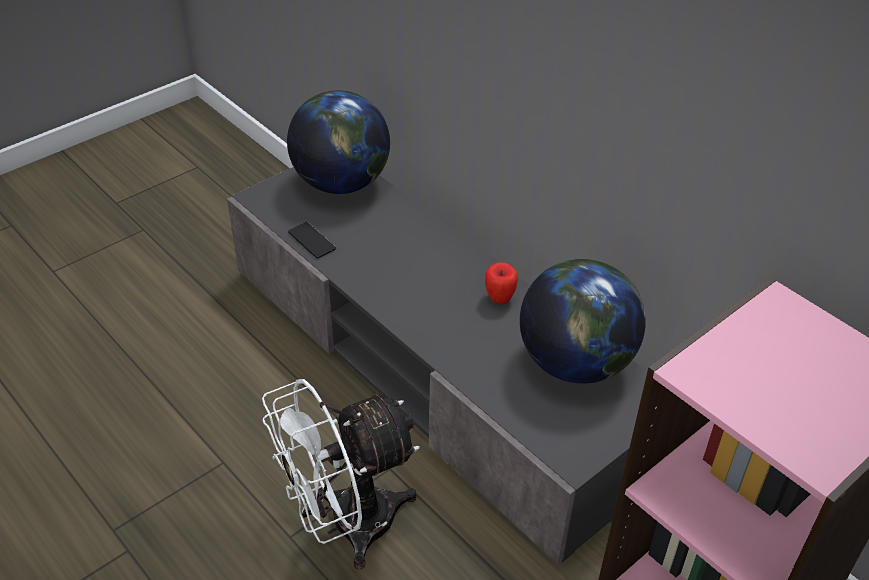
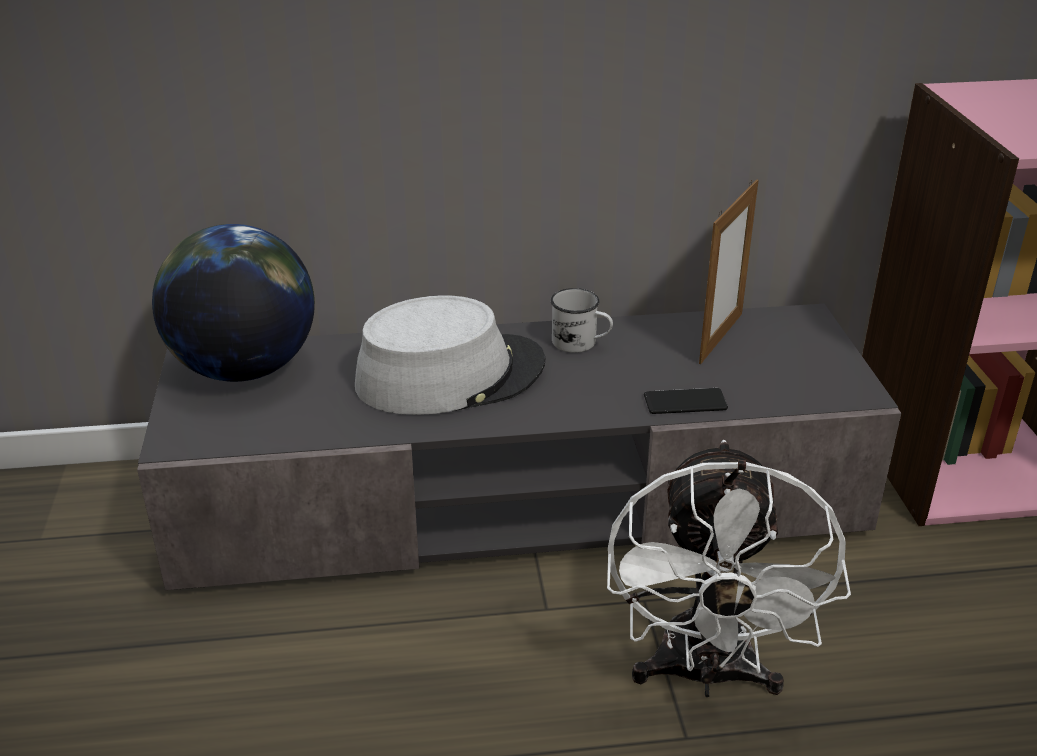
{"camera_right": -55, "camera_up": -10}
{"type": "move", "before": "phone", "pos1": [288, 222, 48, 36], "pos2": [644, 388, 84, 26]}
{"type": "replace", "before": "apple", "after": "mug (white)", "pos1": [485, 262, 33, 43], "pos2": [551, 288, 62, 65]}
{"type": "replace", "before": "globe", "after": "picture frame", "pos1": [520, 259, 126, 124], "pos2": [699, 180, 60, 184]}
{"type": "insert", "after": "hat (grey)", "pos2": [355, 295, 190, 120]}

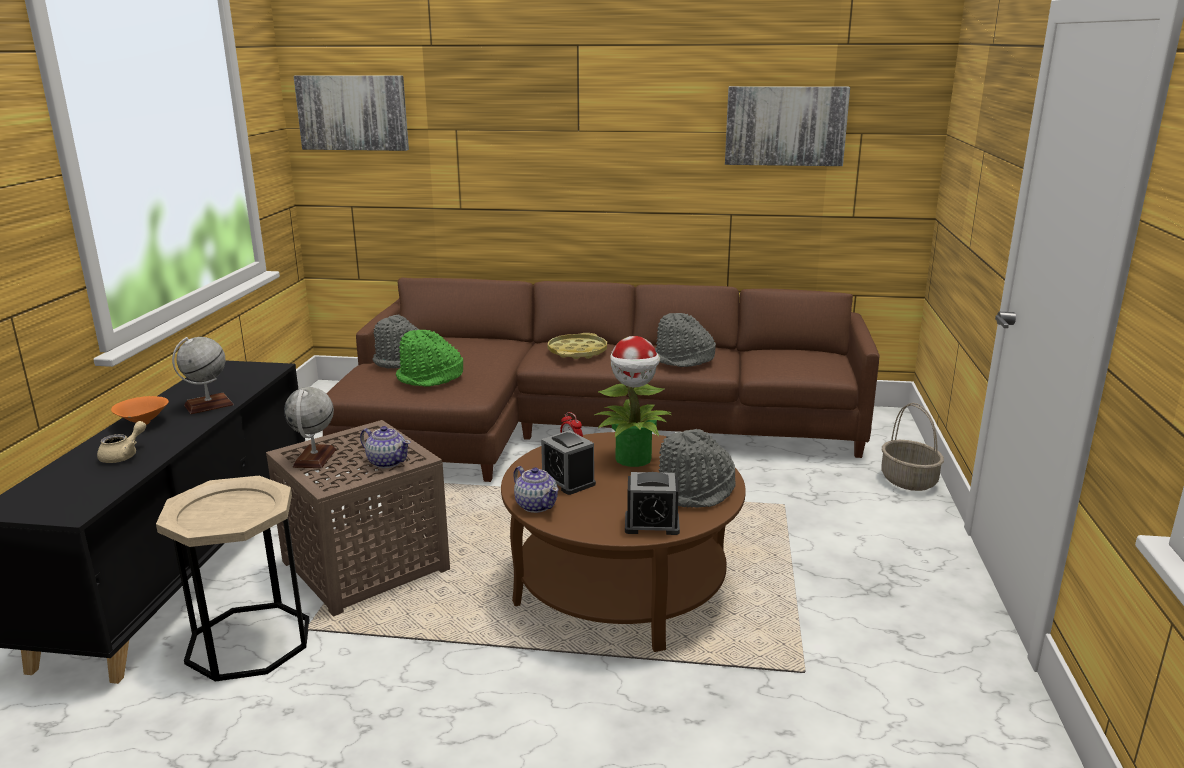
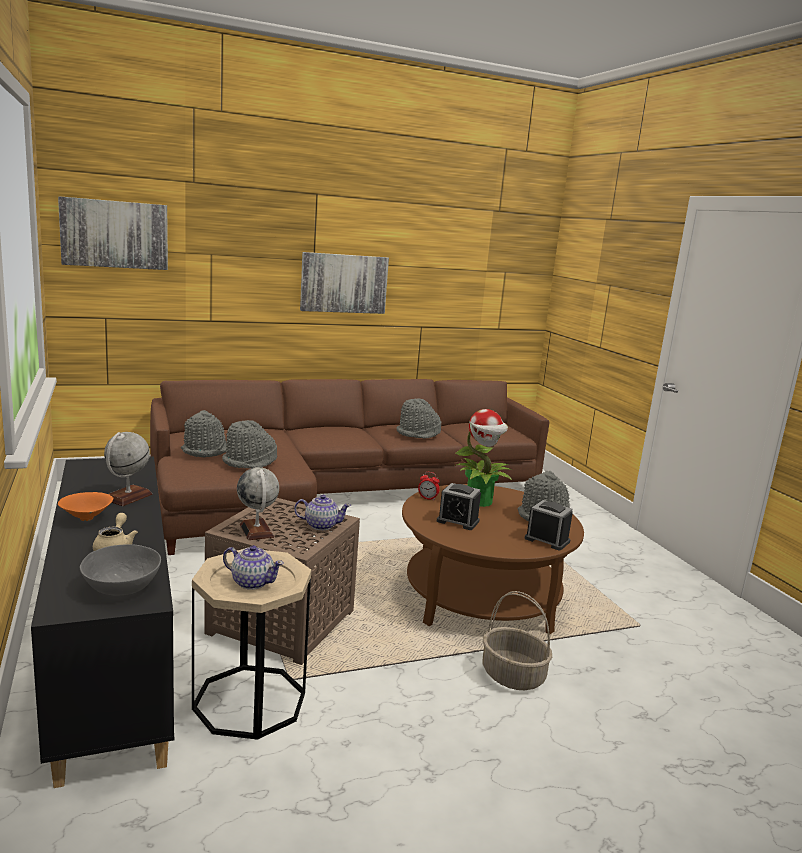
{"camera_right": -30, "camera_up": -5}
{"type": "recolor", "before": "hat (green)", "after": "hat (grey)", "pos1": [396, 330, 67, 57], "pos2": [222, 420, 55, 49]}
{"type": "move", "before": "teapot", "pos1": [513, 466, 46, 47], "pos2": [223, 545, 61, 45]}
{"type": "delete", "before": "tray (yellow)", "pos1": [548, 333, 59, 26]}
{"type": "rotate", "before": "alarm clock", "pos1": [625, 472, 55, 63], "pos2": [525, 500, 48, 51], "turn": -120}
{"type": "move", "before": "picture", "pos1": [725, 86, 125, 80], "pos2": [300, 252, 89, 62]}
{"type": "move", "before": "basket", "pos1": [881, 403, 63, 88], "pos2": [482, 591, 70, 99]}
{"type": "insert", "after": "bowl (grey)", "pos2": [80, 544, 81, 52]}

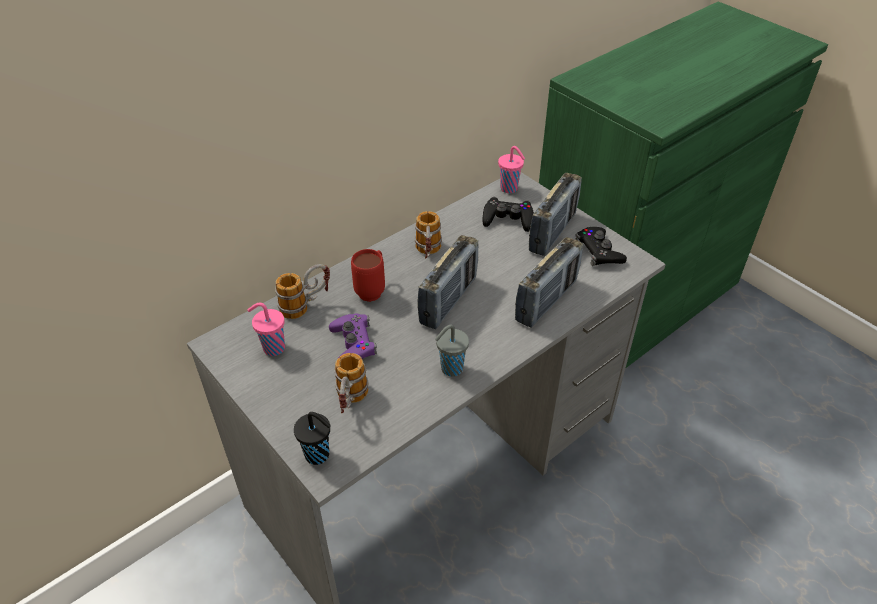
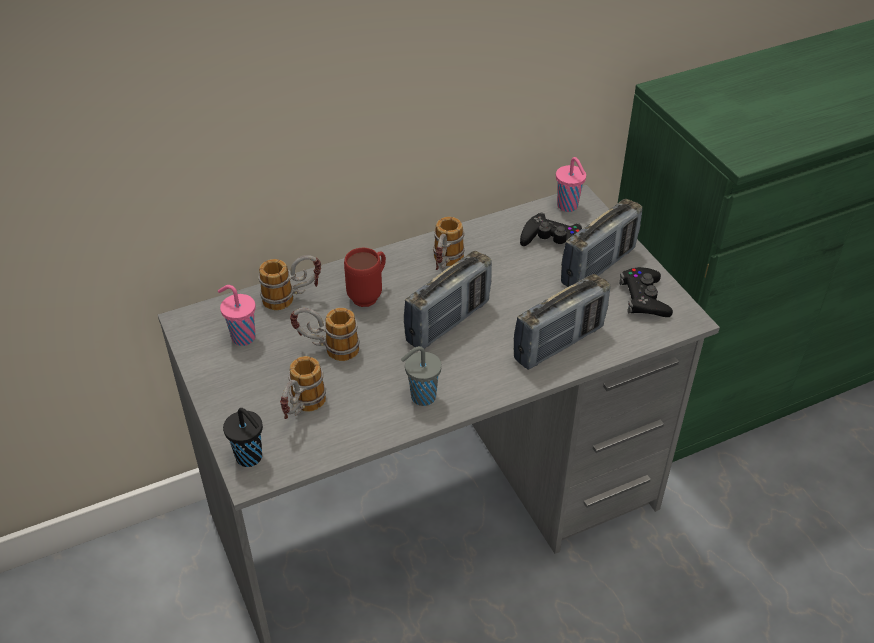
{"camera_right": 15, "camera_up": 0}
{"type": "replace", "before": "game controller (purple)", "after": "mug", "pos1": [329, 313, 48, 46], "pos2": [290, 308, 70, 53]}

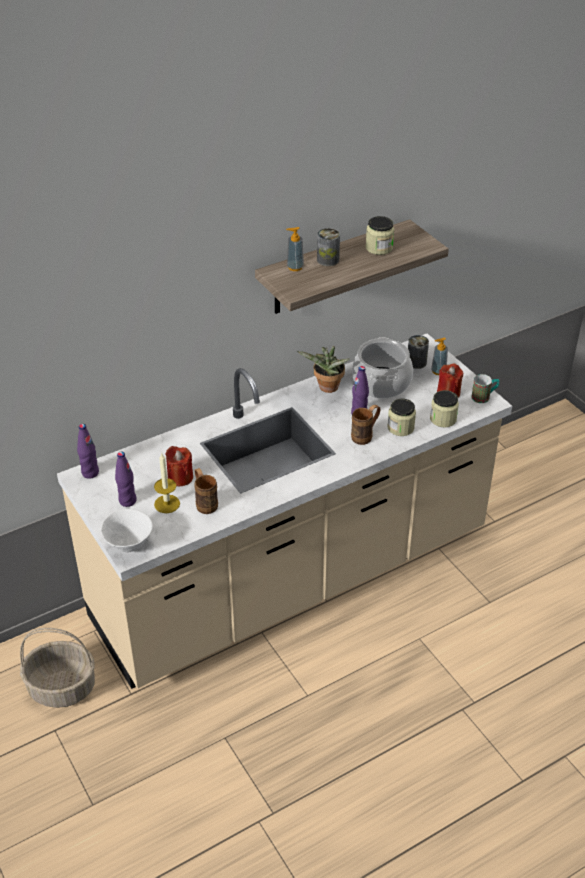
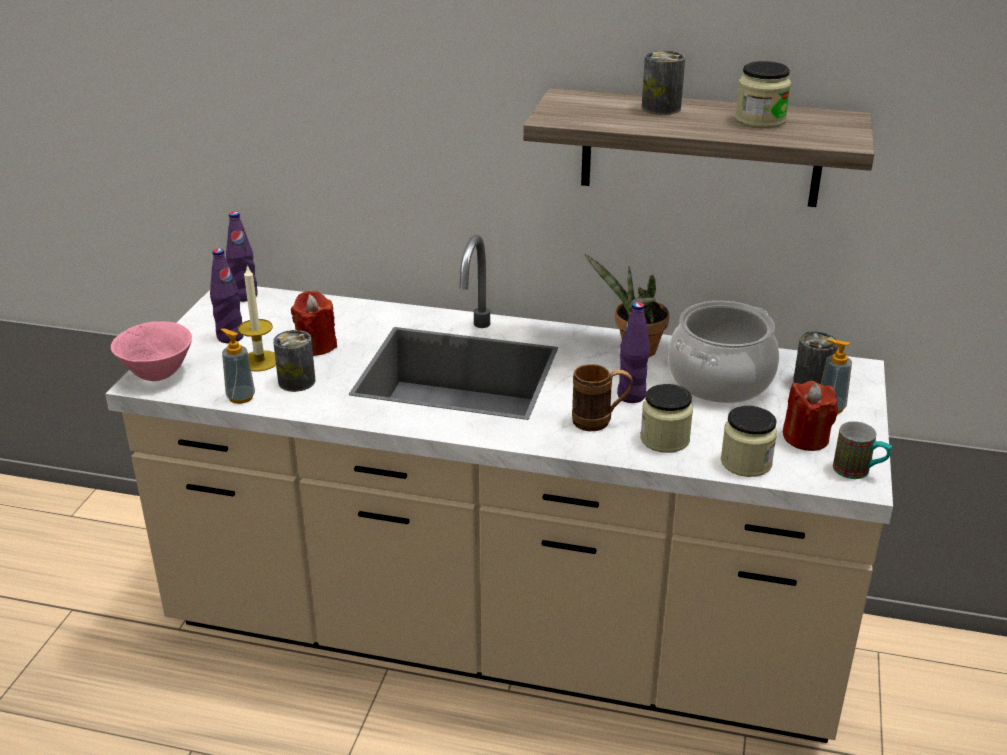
{"camera_right": 45, "camera_up": -10}
{"type": "delete", "before": "basket", "pos1": [20, 628, 75, 80]}
{"type": "recolor", "before": "bowl (white)", "after": "bowl (pink)", "pos1": [101, 509, 52, 43], "pos2": [111, 321, 81, 60]}
{"type": "replace", "before": "mug (brown)", "after": "can", "pos1": [194, 468, 24, 46], "pos2": [273, 330, 42, 62]}
{"type": "move", "before": "soap dispenser", "pos1": [286, 227, 18, 44], "pos2": [220, 328, 35, 76]}

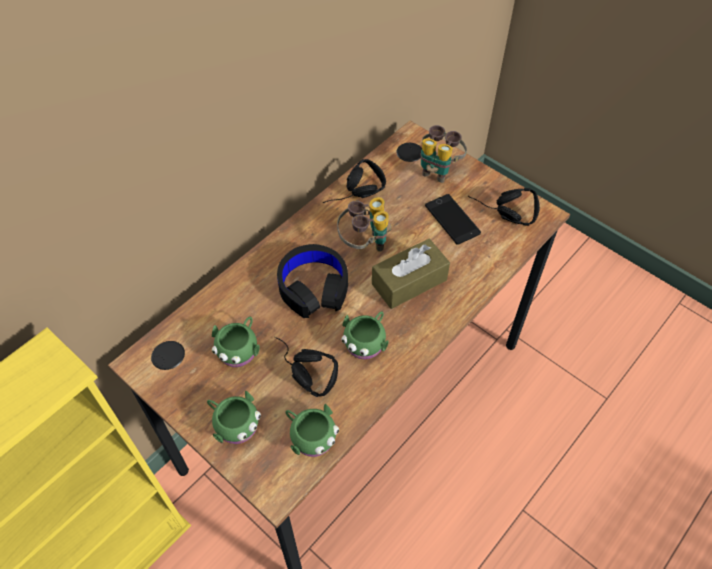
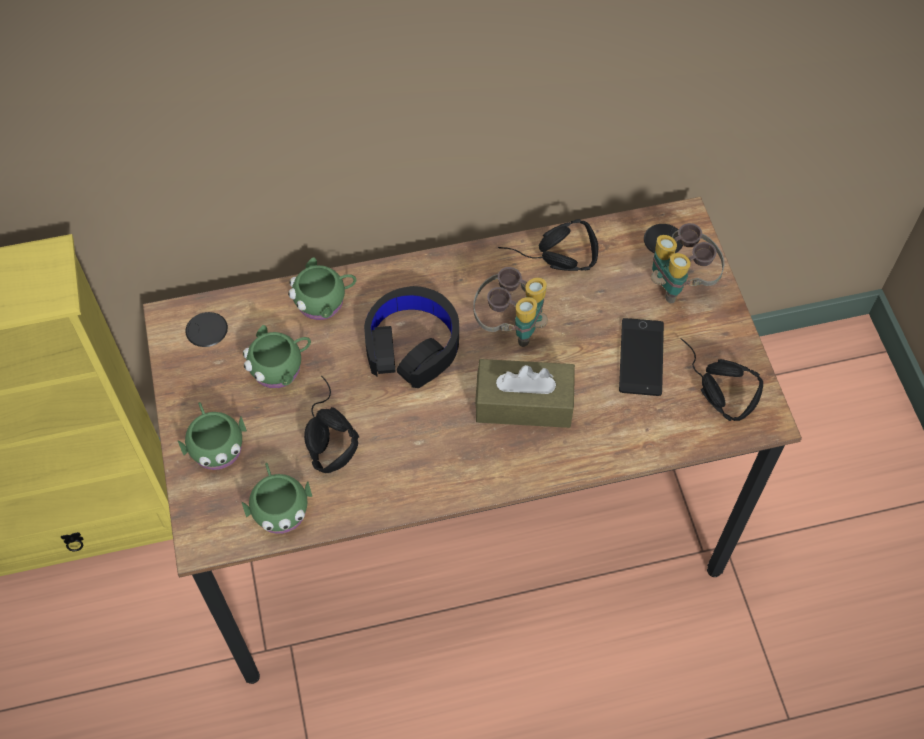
{"camera_right": 35, "camera_up": 5}
{"type": "move", "before": "mug (green)", "pos1": [341, 311, 48, 48], "pos2": [288, 257, 68, 63]}

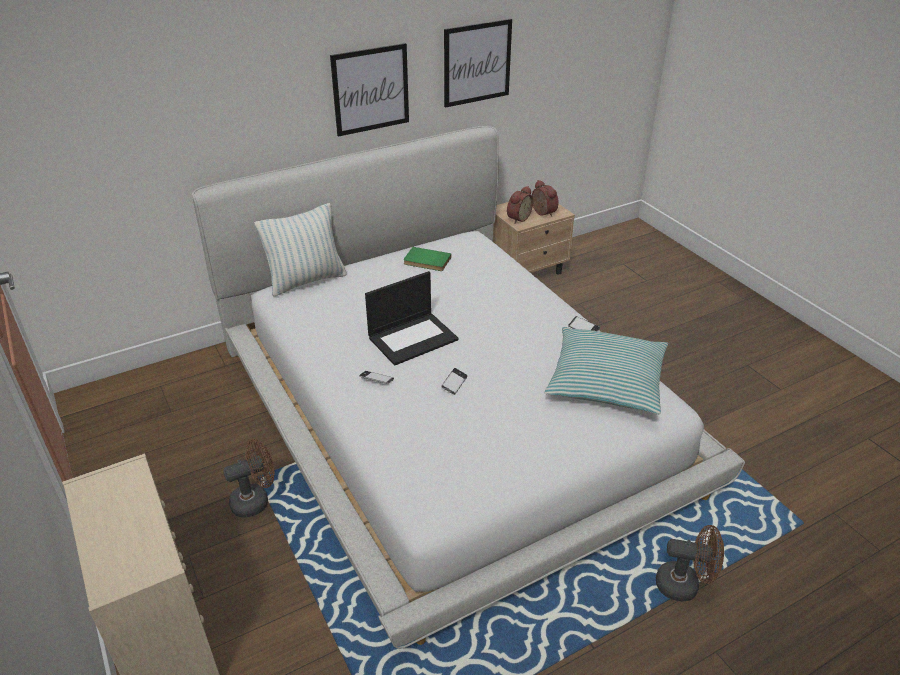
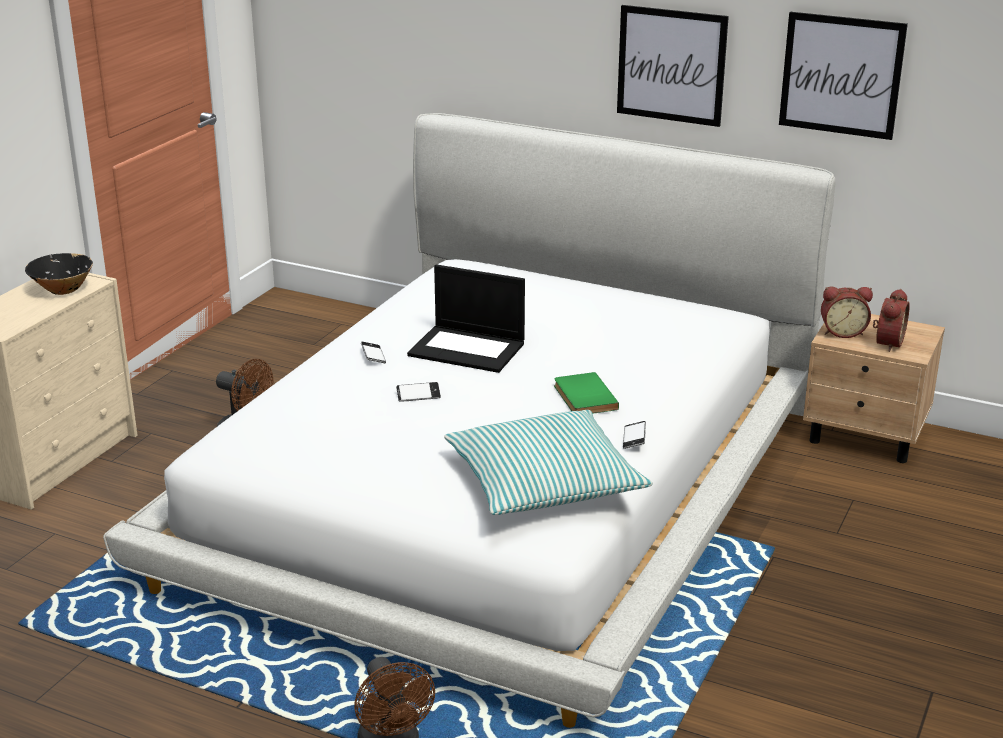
{"camera_right": 55, "camera_up": -10}
{"type": "delete", "before": "pillow", "pos1": [254, 203, 93, 94]}
{"type": "move", "before": "book (green)", "pos1": [404, 247, 48, 24], "pos2": [554, 372, 65, 42]}
{"type": "insert", "after": "bowl (black)", "pos2": [25, 253, 68, 42]}

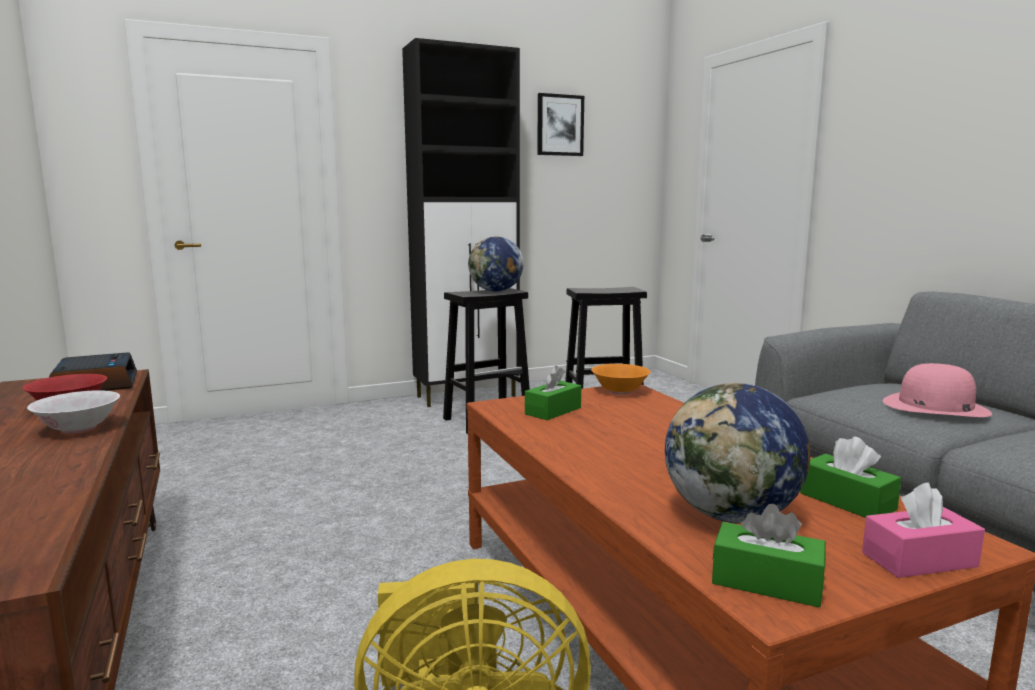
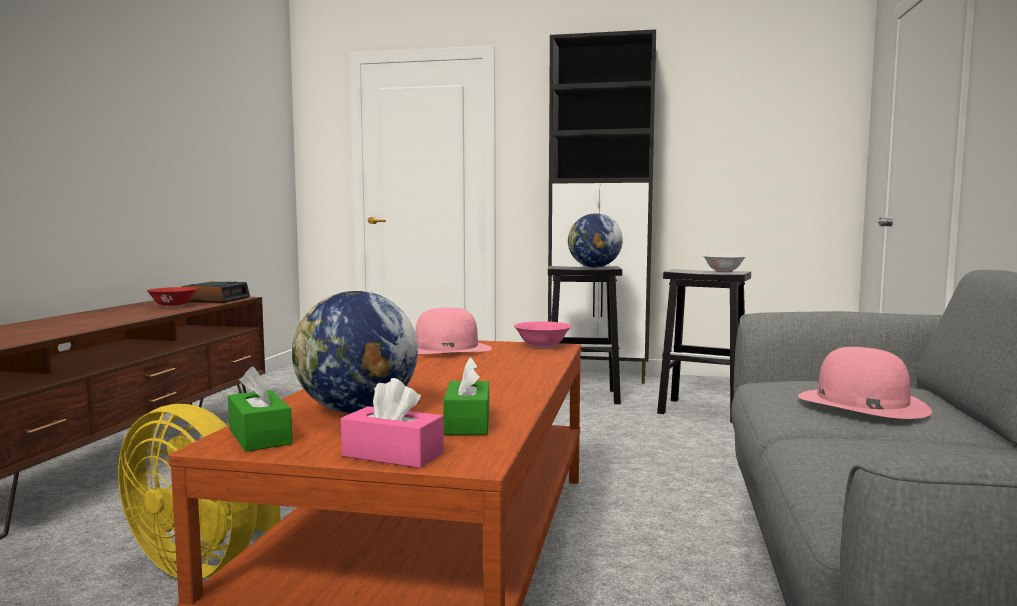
{"camera_right": 35, "camera_up": -5}
{"type": "move", "before": "bowl (white)", "pos1": [27, 390, 93, 43], "pos2": [703, 255, 43, 17]}
{"type": "replace", "before": "tissue box (green)", "after": "hat (pink)", "pos1": [525, 365, 56, 55], "pos2": [415, 308, 77, 46]}
{"type": "delete", "before": "picture", "pos1": [537, 93, 47, 63]}
{"type": "recolor", "before": "bowl (orange)", "after": "bowl (pink)", "pos1": [591, 364, 60, 30], "pos2": [514, 321, 58, 28]}

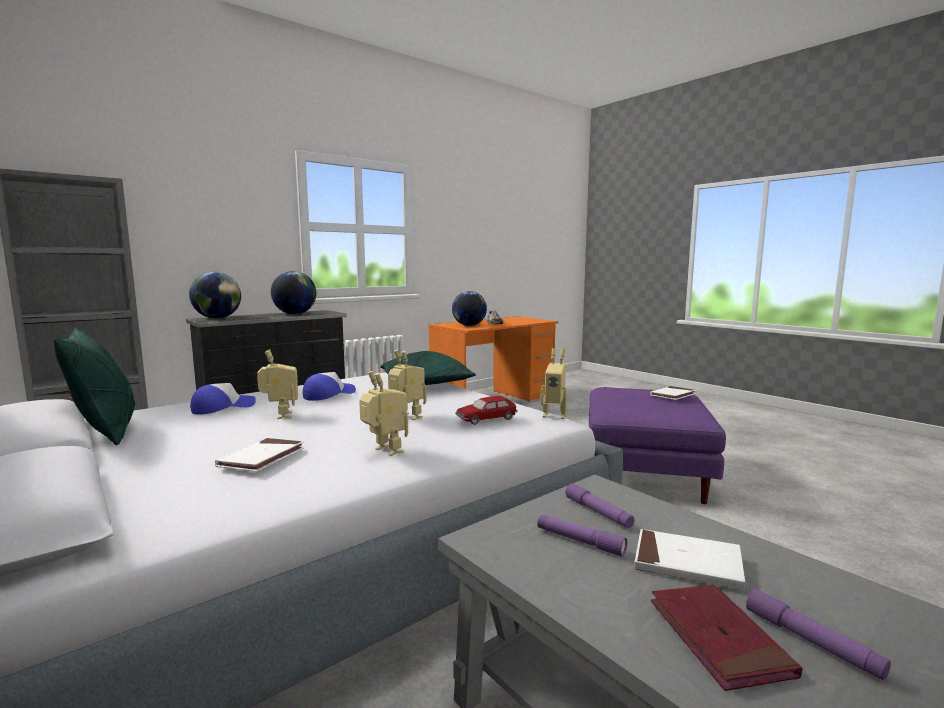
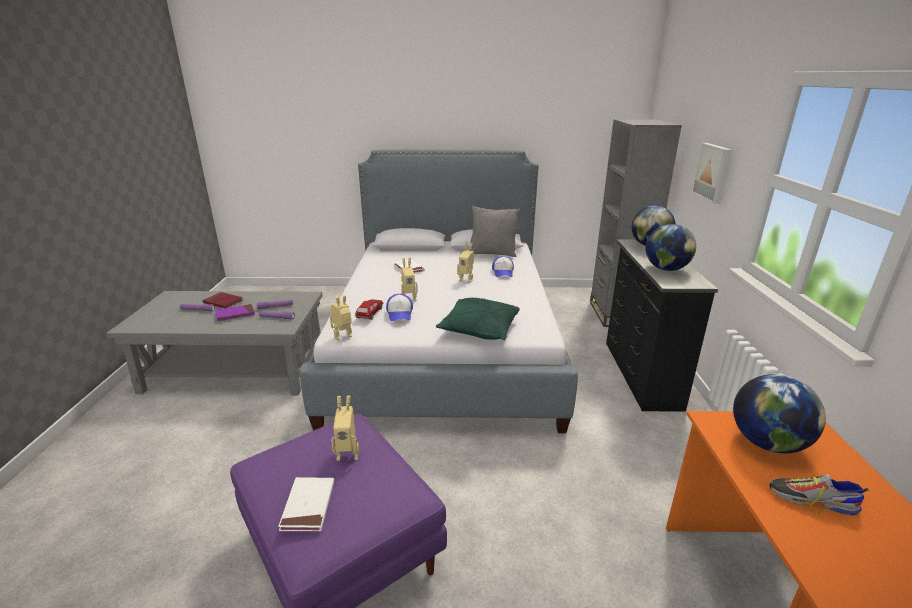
{"camera_right": 130, "camera_up": 15}
{"type": "recolor", "before": "pillow (green)", "after": "pillow (grey)", "pos1": [54, 327, 81, 118], "pos2": [471, 206, 49, 51]}
{"type": "move", "before": "cap", "pos1": [303, 372, 53, 29], "pos2": [386, 294, 27, 28]}
{"type": "move", "before": "toy robot", "pos1": [359, 371, 49, 85], "pos2": [331, 396, 28, 65]}
{"type": "recolor", "before": "book (white)", "after": "book (purple)", "pos1": [634, 529, 111, 61], "pos2": [215, 304, 40, 17]}
{"type": "insert", "after": "picture", "pos2": [691, 143, 41, 61]}

